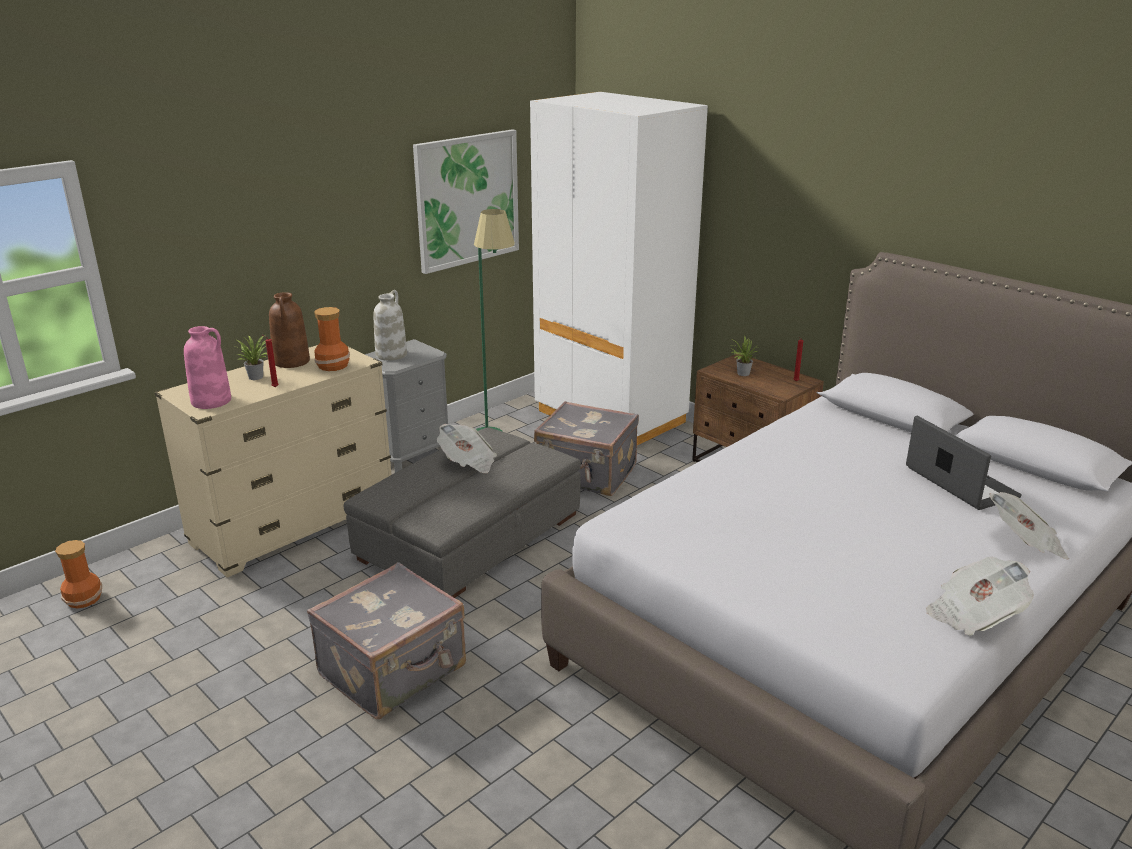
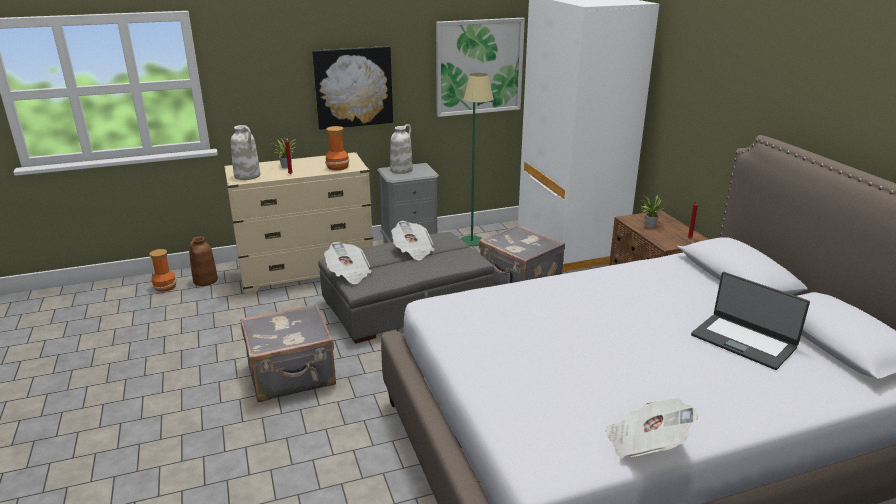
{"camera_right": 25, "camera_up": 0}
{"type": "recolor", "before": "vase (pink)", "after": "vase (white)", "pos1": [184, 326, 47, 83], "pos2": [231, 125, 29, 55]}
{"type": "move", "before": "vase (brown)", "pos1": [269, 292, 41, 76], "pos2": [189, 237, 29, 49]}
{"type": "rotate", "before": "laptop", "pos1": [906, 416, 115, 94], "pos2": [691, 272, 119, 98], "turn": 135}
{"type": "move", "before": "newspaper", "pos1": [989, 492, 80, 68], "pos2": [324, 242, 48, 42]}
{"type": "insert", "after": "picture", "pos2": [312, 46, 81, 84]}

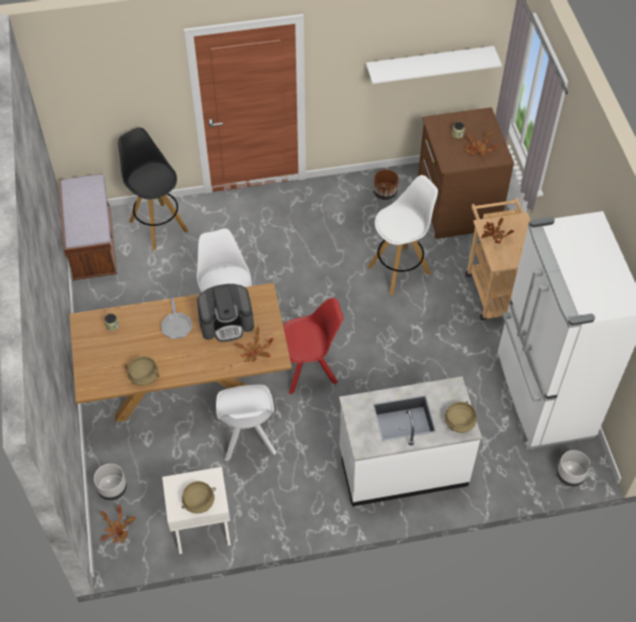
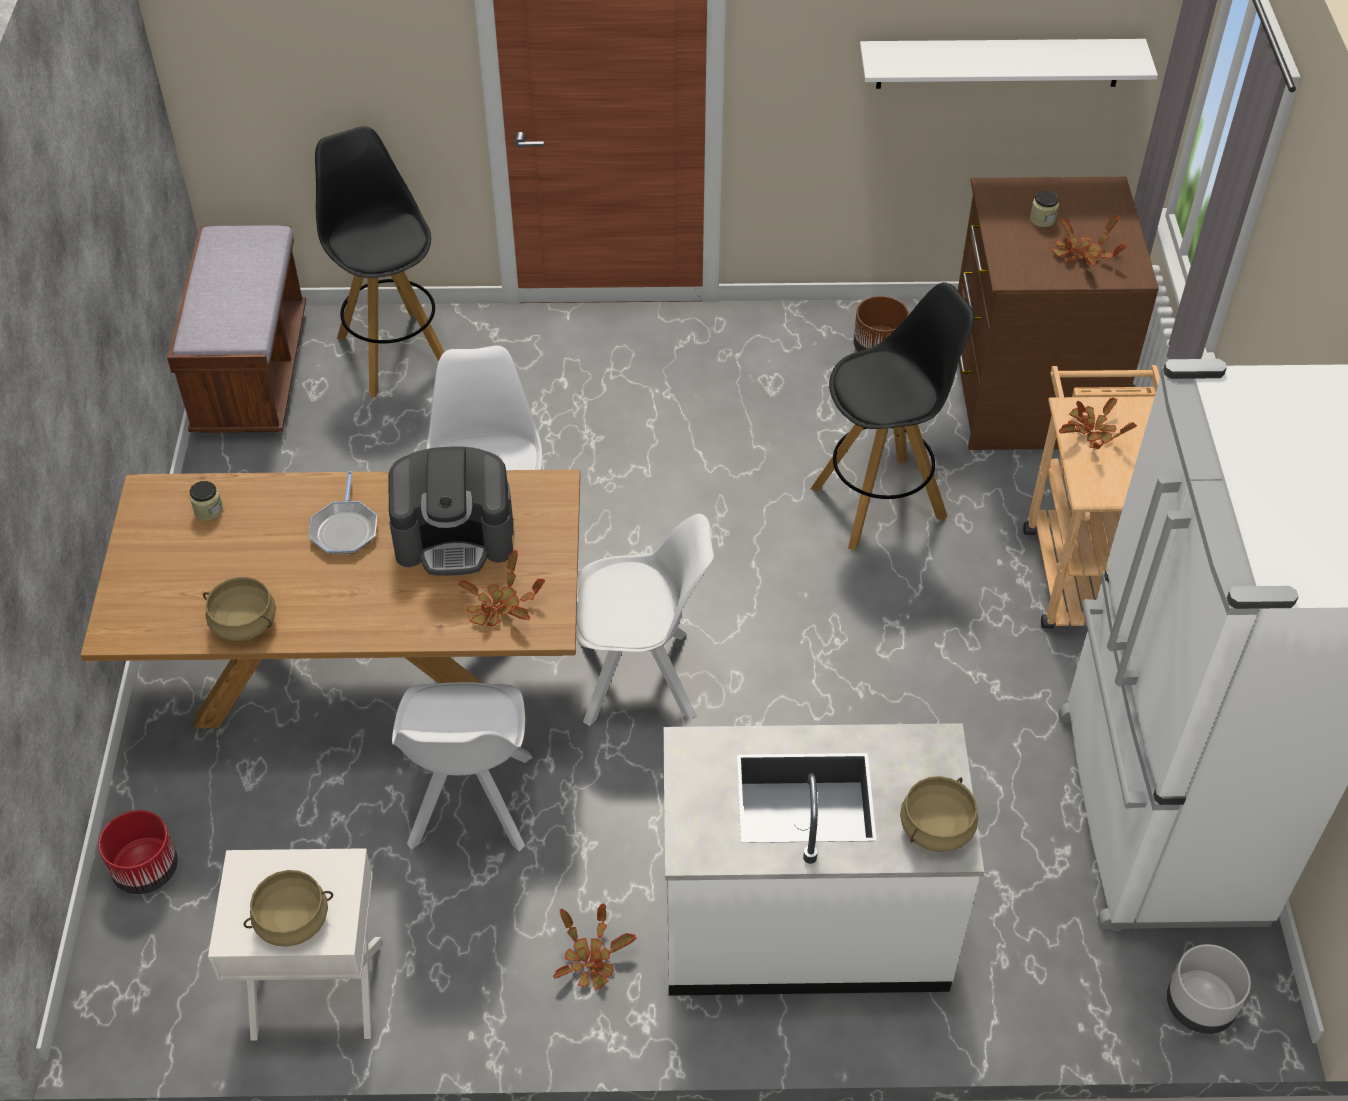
{"camera_right": 10, "camera_up": -5}
{"type": "recolor", "before": "planter (grey)", "after": "planter (red)", "pos1": [94, 464, 33, 36], "pos2": [98, 810, 80, 84]}
{"type": "move", "before": "potted plant", "pos1": [100, 505, 36, 38], "pos2": [553, 904, 83, 86]}
{"type": "recolor", "before": "chair (red)", "after": "chair (white)", "pos1": [283, 298, 61, 96], "pos2": [576, 514, 138, 212]}
{"type": "recolor", "before": "stool (white)", "after": "stool (black)", "pos1": [367, 175, 71, 120], "pos2": [811, 282, 164, 268]}

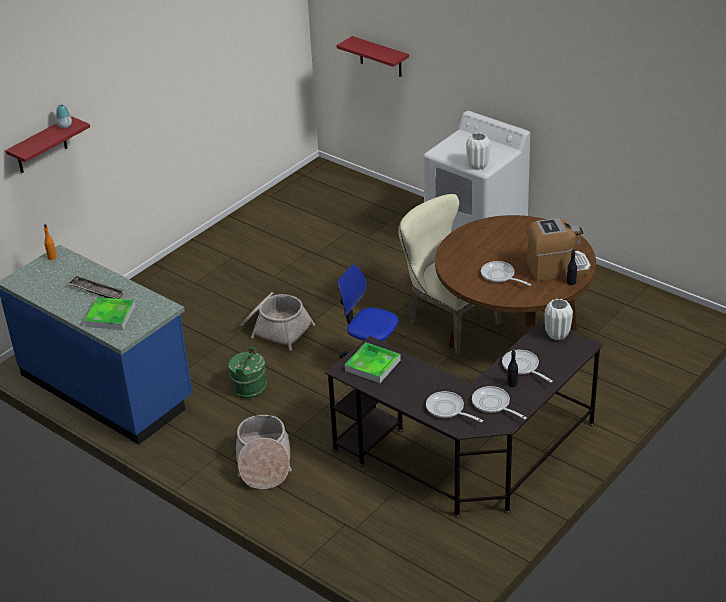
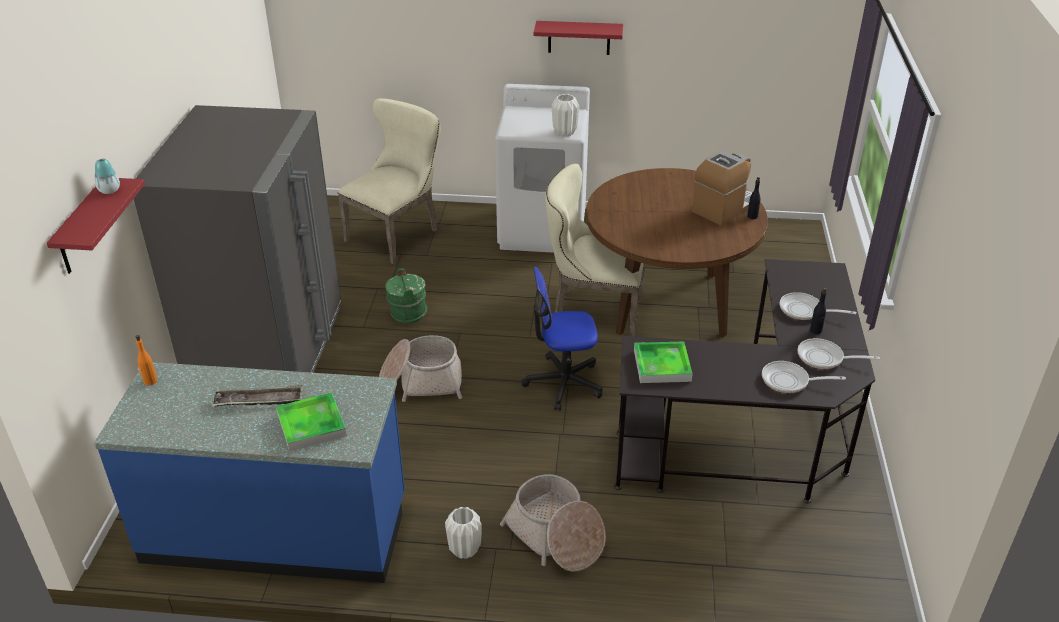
{"camera_right": -35, "camera_up": 0}
{"type": "move", "before": "bucket (green)", "pos1": [228, 347, 39, 52], "pos2": [386, 268, 42, 56]}
{"type": "move", "before": "shelf (red)", "pos1": [336, 36, 73, 41], "pos2": [534, 21, 89, 34]}
{"type": "delete", "before": "frying pan", "pos1": [481, 261, 50, 25]}
{"type": "move", "before": "vase (white)", "pos1": [545, 299, 28, 41], "pos2": [445, 507, 37, 52]}
{"type": "insert", "after": "fridge (grey)", "pos2": [134, 105, 207, 268]}
{"type": "insert", "after": "chair (beige)", "pos2": [338, 99, 103, 165]}

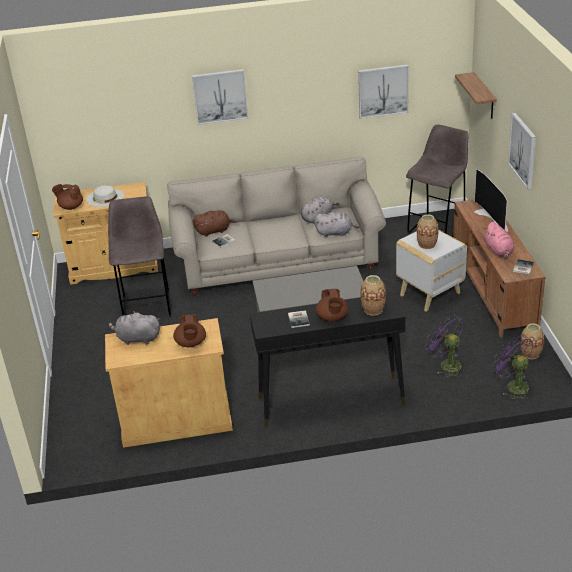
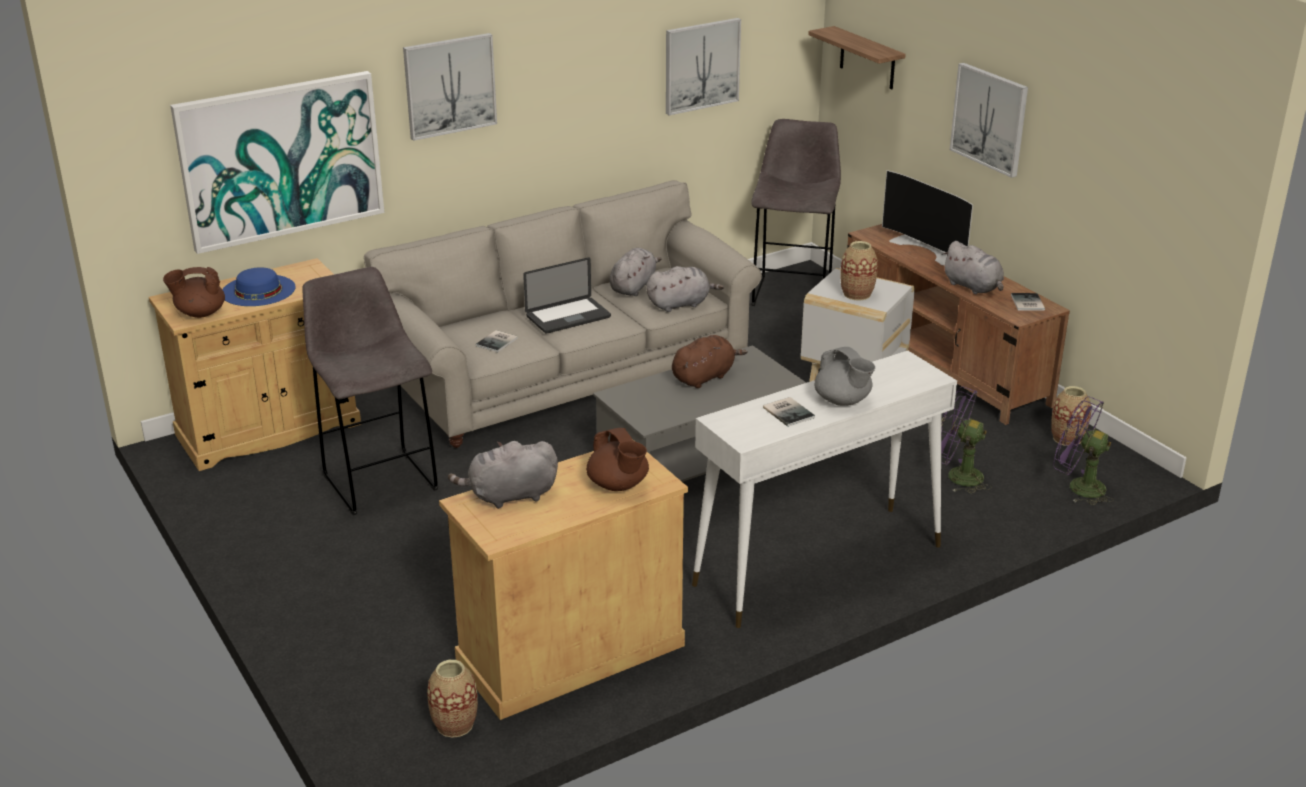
{"camera_right": -25, "camera_up": -5}
{"type": "recolor", "before": "hat (white)", "after": "hat (blue)", "pos1": [86, 185, 38, 22], "pos2": [222, 267, 74, 39]}
{"type": "move", "before": "plush toy (brown)", "pos1": [193, 210, 45, 26], "pos2": [672, 335, 75, 53]}
{"type": "recolor", "before": "console table (black)", "after": "console table (white)", "pos1": [250, 293, 155, 134], "pos2": [692, 351, 265, 277]}
{"type": "recolor", "before": "teapot (brown)", "after": "teapot (grey)", "pos1": [316, 289, 32, 32], "pos2": [814, 347, 61, 59]}
{"type": "move", "before": "vase", "pos1": [360, 275, 26, 41], "pos2": [427, 660, 51, 78]}
{"type": "recolor", "before": "plush toy (pink)", "after": "plush toy (grey)", "pos1": [484, 222, 30, 36], "pos2": [942, 241, 62, 53]}
{"type": "insert", "after": "picture", "pos2": [170, 71, 215, 183]}
{"type": "insert", "after": "laptop", "pos2": [523, 257, 88, 77]}

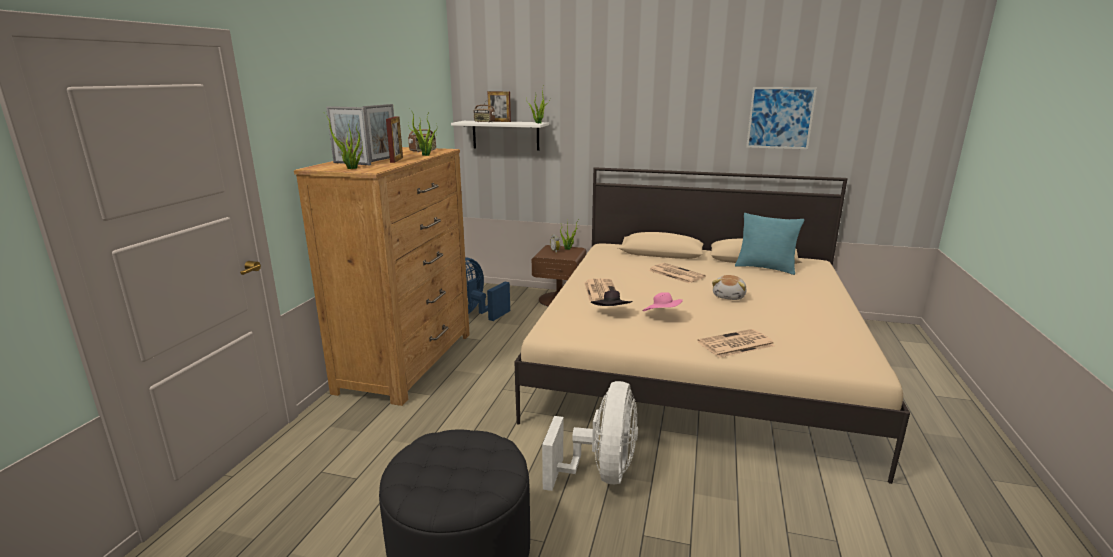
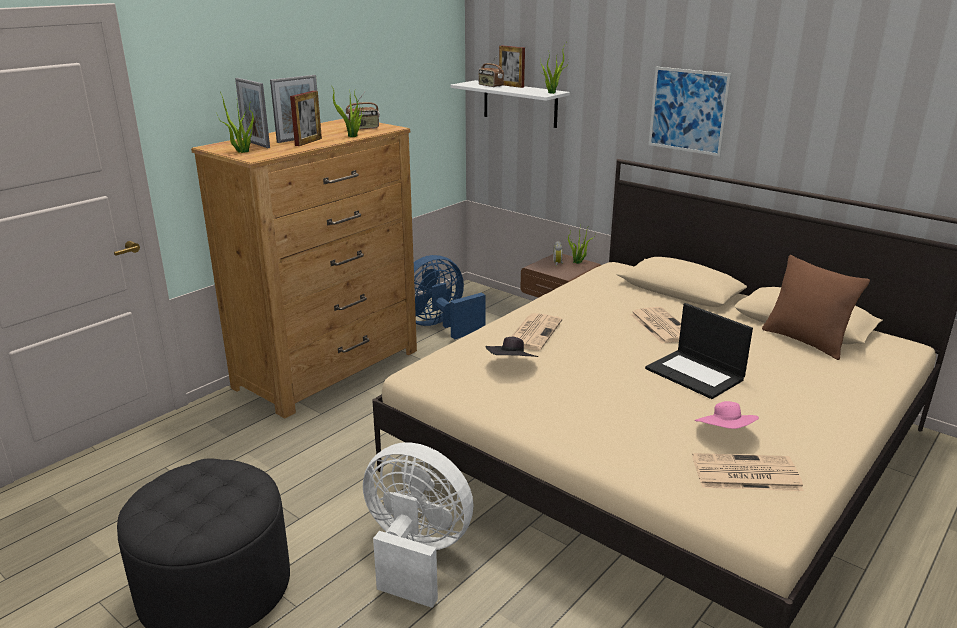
{"camera_right": 25, "camera_up": 5}
{"type": "rotate", "before": "fan (white)", "pos1": [542, 381, 96, 110], "pos2": [363, 442, 111, 166], "turn": -105}
{"type": "move", "before": "hat (pink)", "pos1": [642, 292, 41, 19], "pos2": [695, 401, 64, 28]}
{"type": "move", "before": "newspaper", "pos1": [697, 329, 78, 29], "pos2": [692, 453, 112, 38]}
{"type": "replace", "before": "plush toy", "after": "laptop", "pos1": [712, 275, 35, 25], "pos2": [645, 303, 108, 96]}
{"type": "recolor", "before": "pillow (turquoise)", "after": "pillow (brown)", "pos1": [735, 213, 69, 62], "pos2": [762, 255, 108, 105]}
{"type": "move", "before": "picture", "pos1": [746, 87, 71, 62], "pos2": [649, 67, 82, 89]}

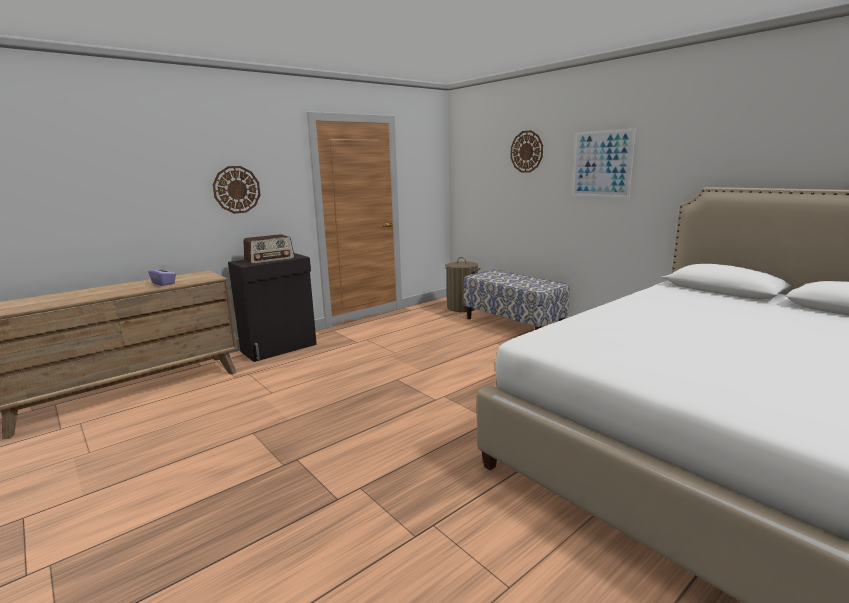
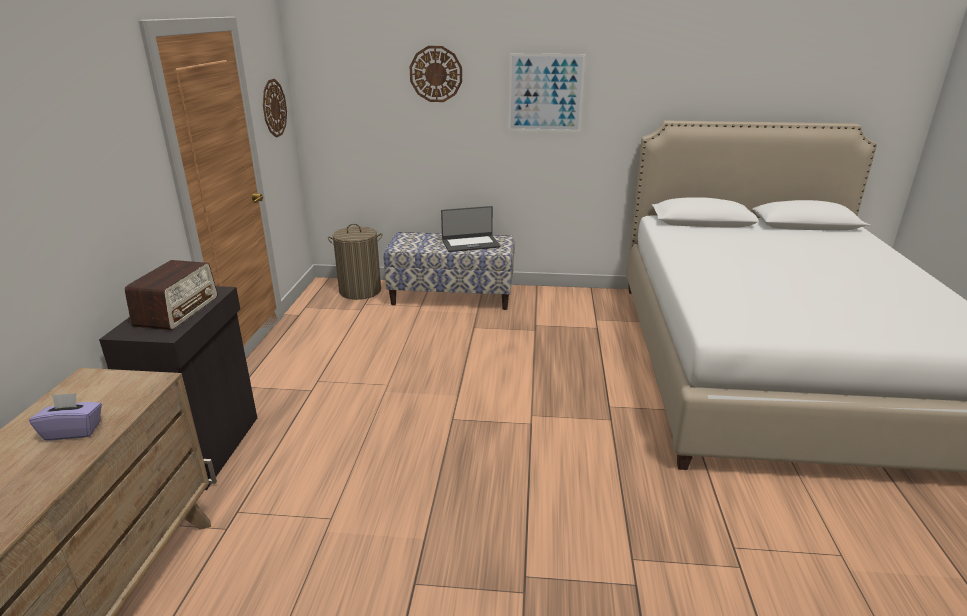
{"camera_right": -45, "camera_up": 10}
{"type": "move", "before": "wall clock", "pos1": [213, 166, 48, 48], "pos2": [263, 79, 24, 59]}
{"type": "insert", "after": "laptop", "pos2": [441, 206, 60, 46]}

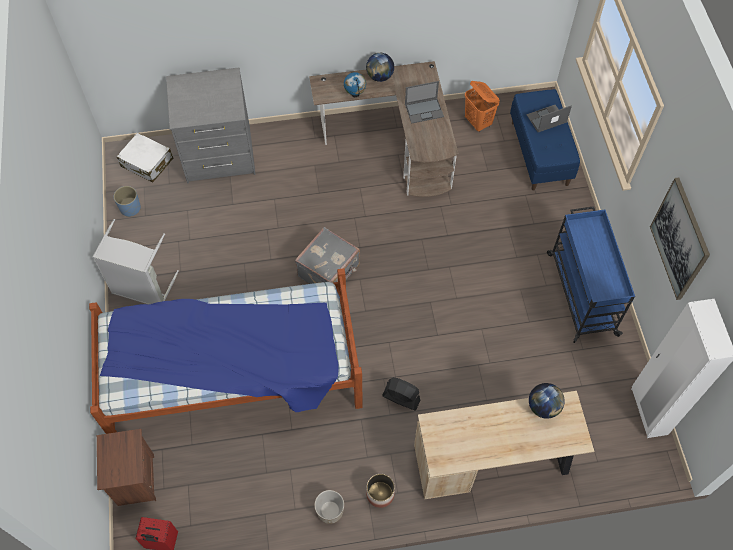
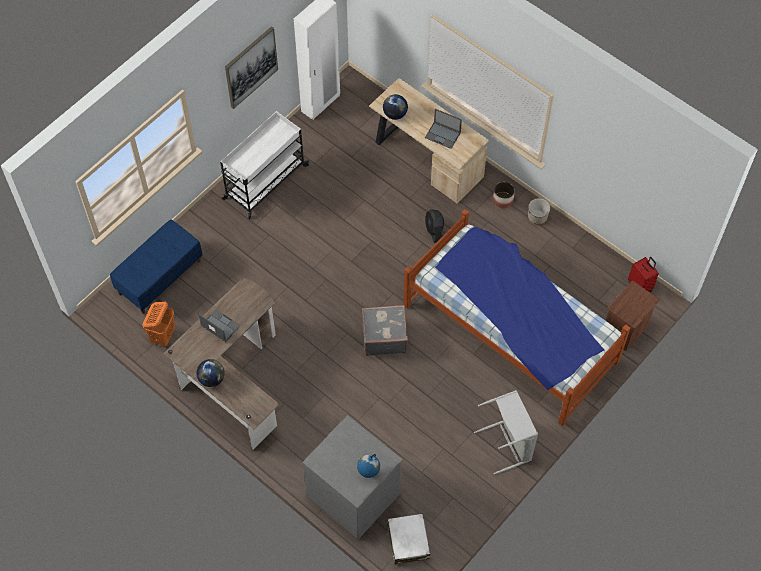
{"camera_right": -130, "camera_up": 0}
{"type": "delete", "before": "planter (blue)", "pos1": [114, 186, 27, 31]}
{"type": "move", "before": "globe", "pos1": [344, 72, 22, 25], "pos2": [357, 454, 23, 24]}
{"type": "move", "before": "laptop", "pos1": [527, 105, 45, 27], "pos2": [425, 109, 37, 40]}
{"type": "recolor", "before": "cart (blue)", "after": "cart (white)", "pos1": [547, 206, 88, 137], "pos2": [220, 111, 89, 108]}

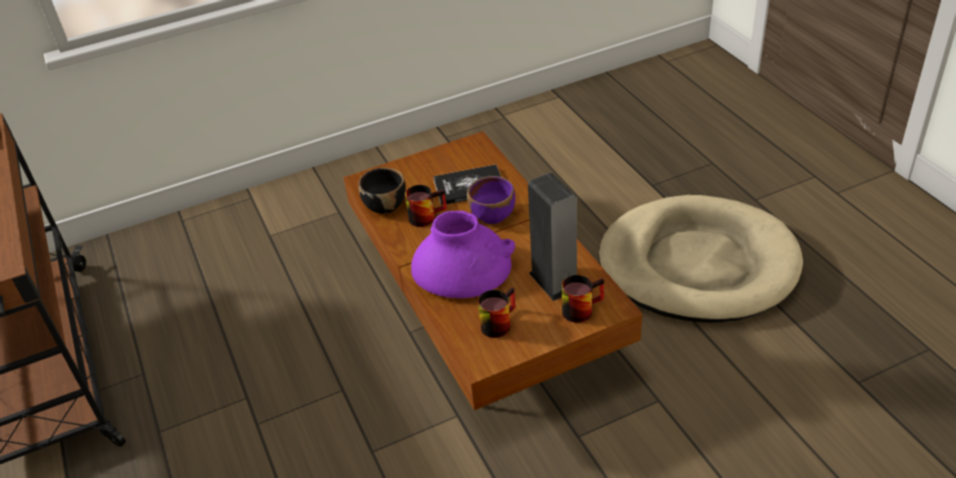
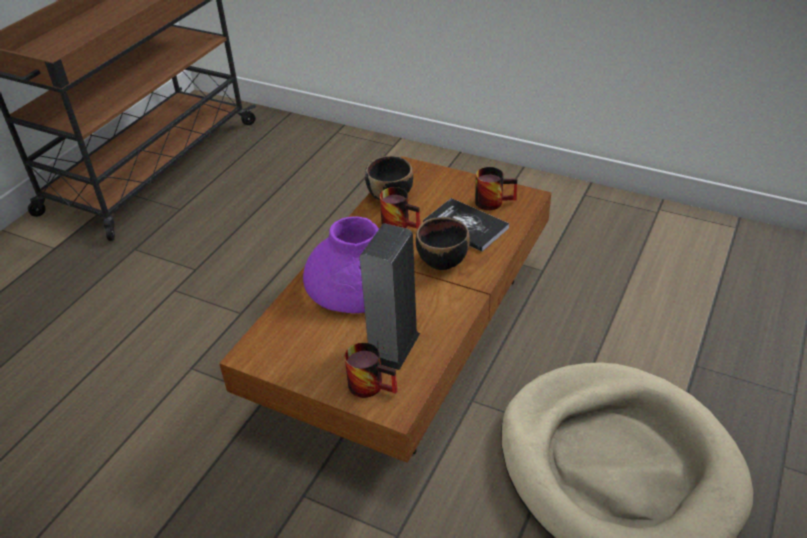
{"camera_right": 50, "camera_up": 0}
{"type": "recolor", "before": "bowl (purple)", "after": "bowl (black)", "pos1": [467, 176, 48, 48], "pos2": [416, 217, 54, 53]}
{"type": "move", "before": "mug", "pos1": [478, 287, 38, 51], "pos2": [475, 167, 42, 43]}

